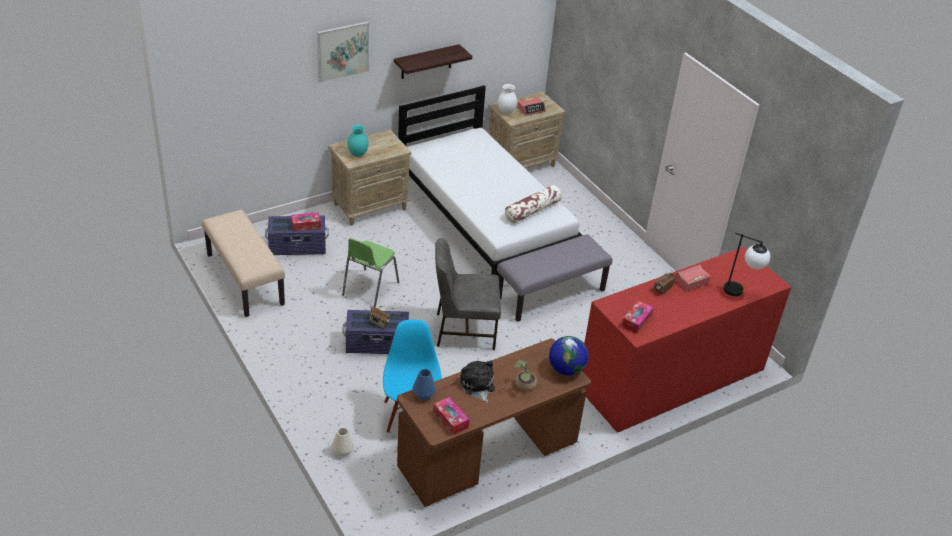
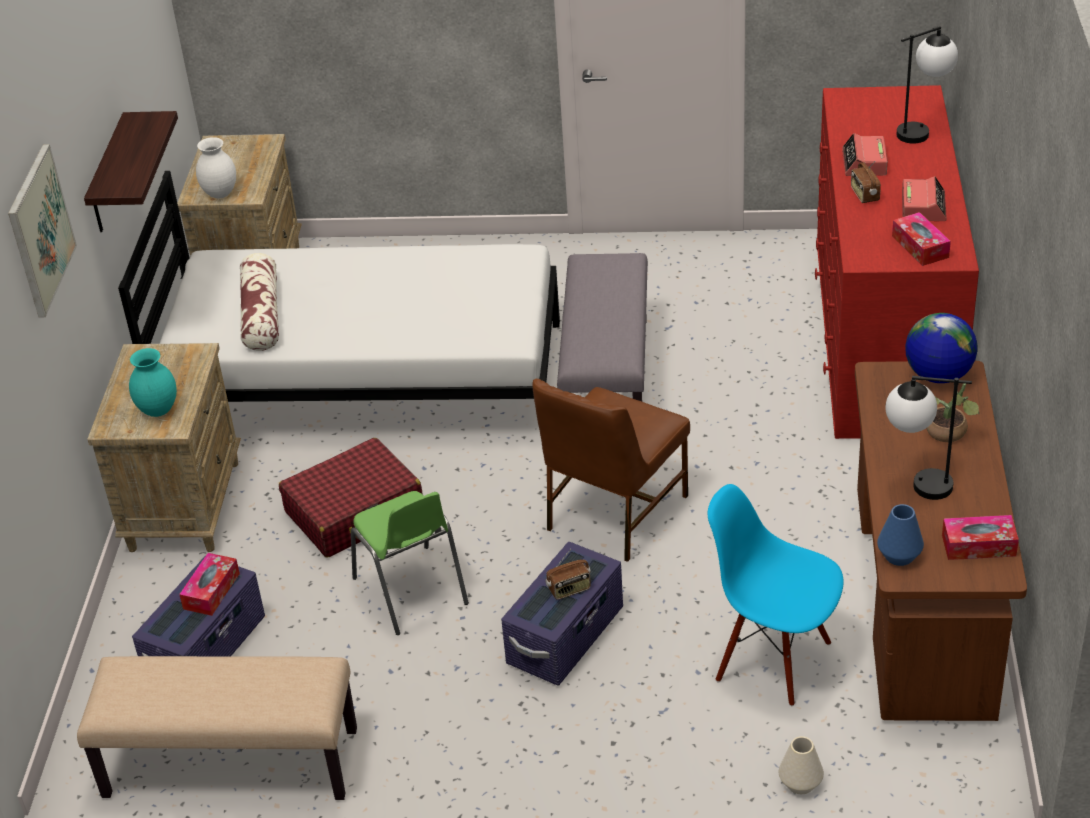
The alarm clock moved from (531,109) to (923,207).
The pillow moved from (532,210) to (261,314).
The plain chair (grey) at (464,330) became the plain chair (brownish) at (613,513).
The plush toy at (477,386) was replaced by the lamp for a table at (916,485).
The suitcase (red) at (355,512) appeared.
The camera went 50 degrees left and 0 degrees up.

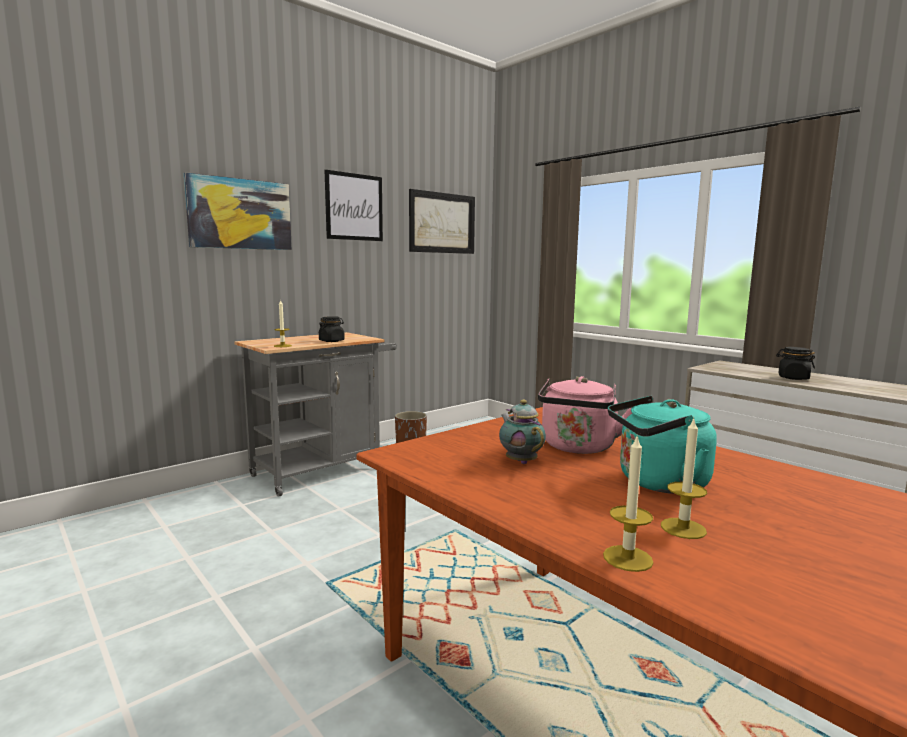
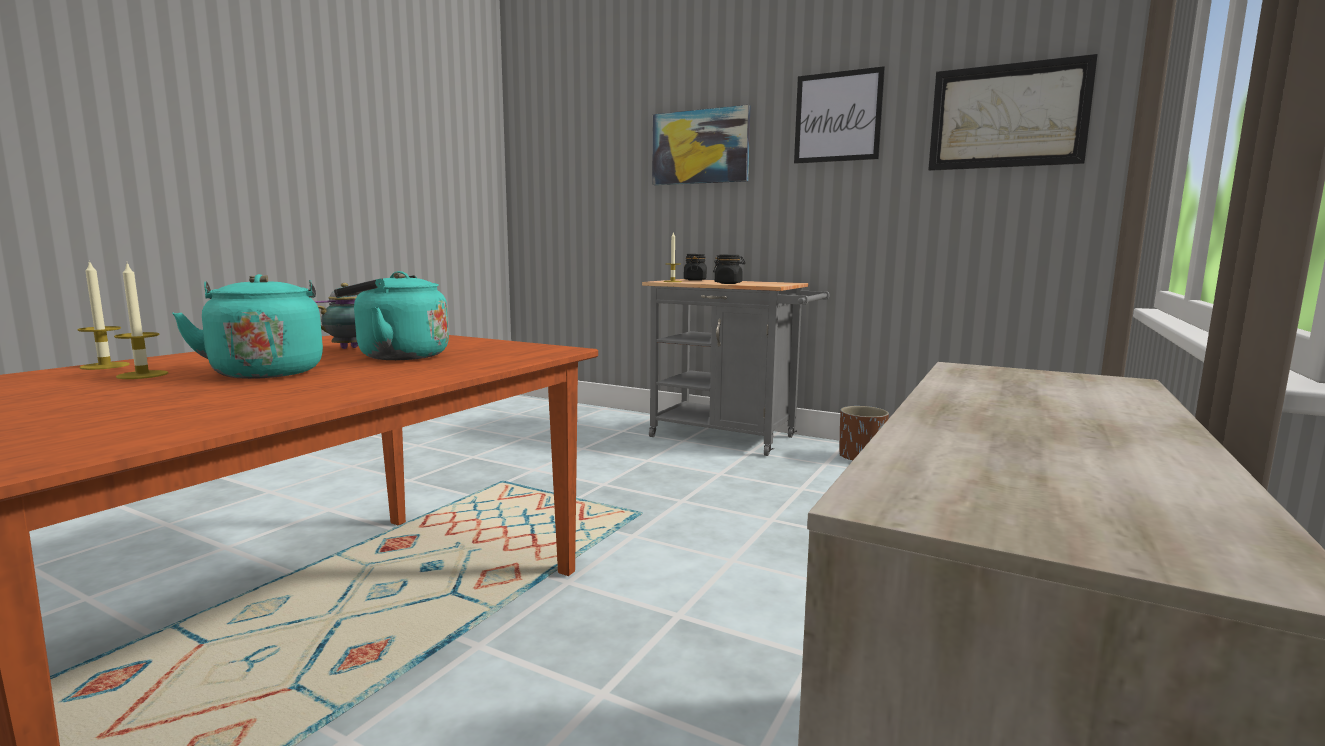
The preserve jar (black-coloured) moved from (793,378) to (695,280).
The kettle (pink-coloured) at (578,448) became the kettle (turquoise) at (397,356).
The camera went 70 degrees right and 0 degrees up.

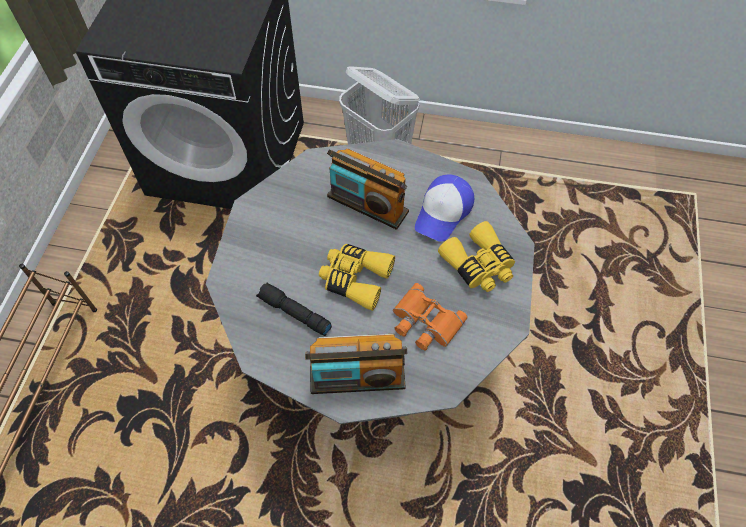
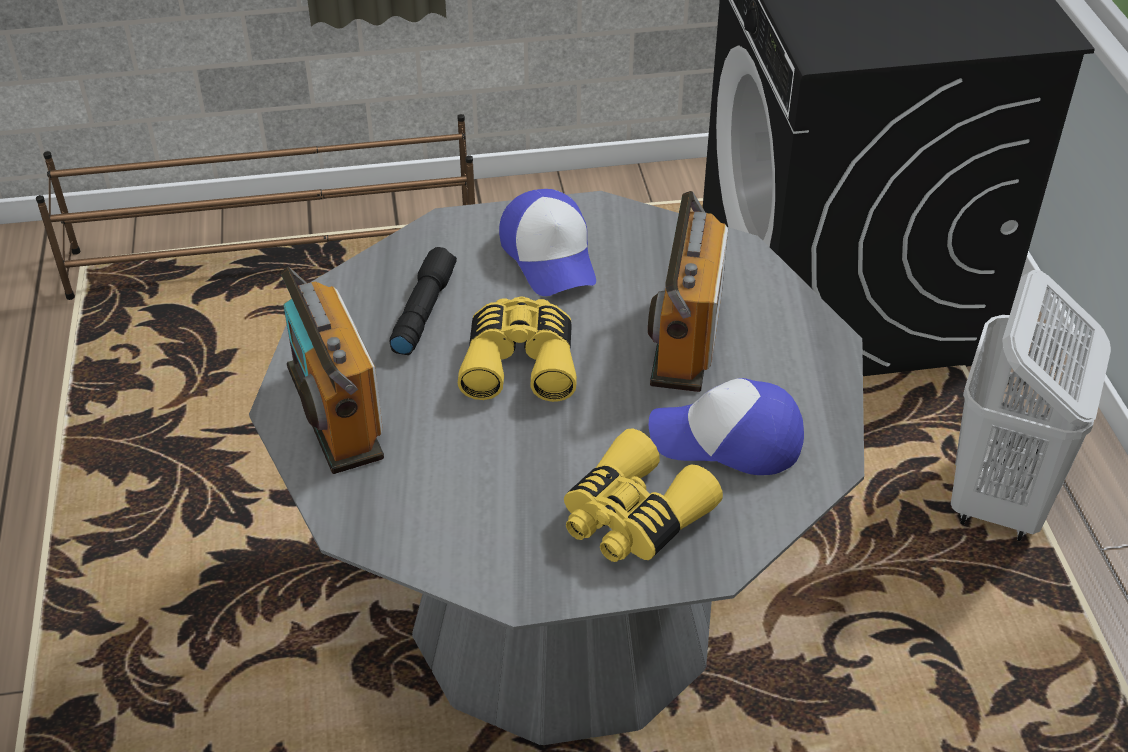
The field glasses (orange-coloured) at (424,322) disappeared.
The baseball cap at (550,256) appeared.
The camera went 70 degrees right and 15 degrees down.

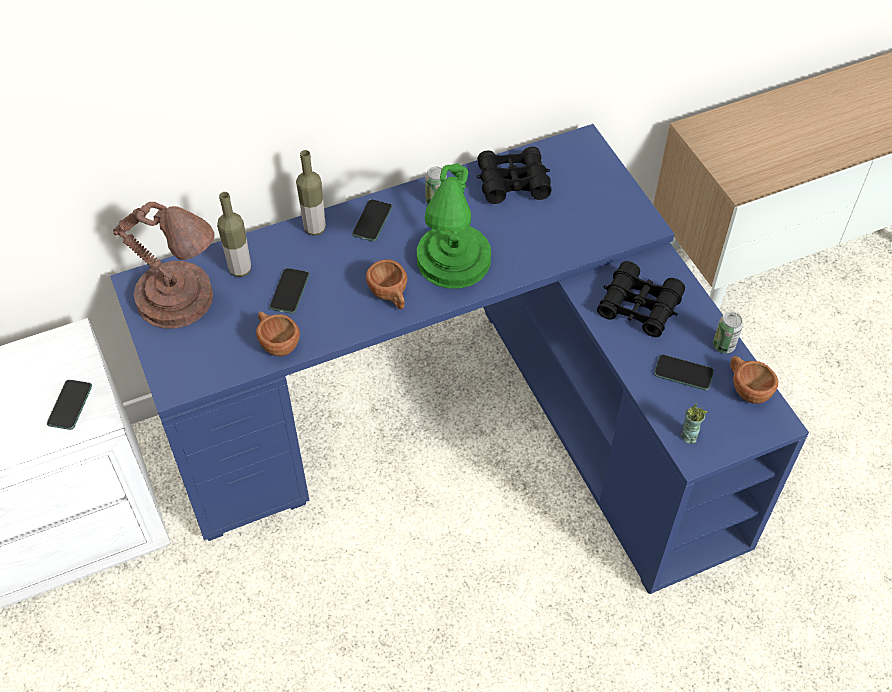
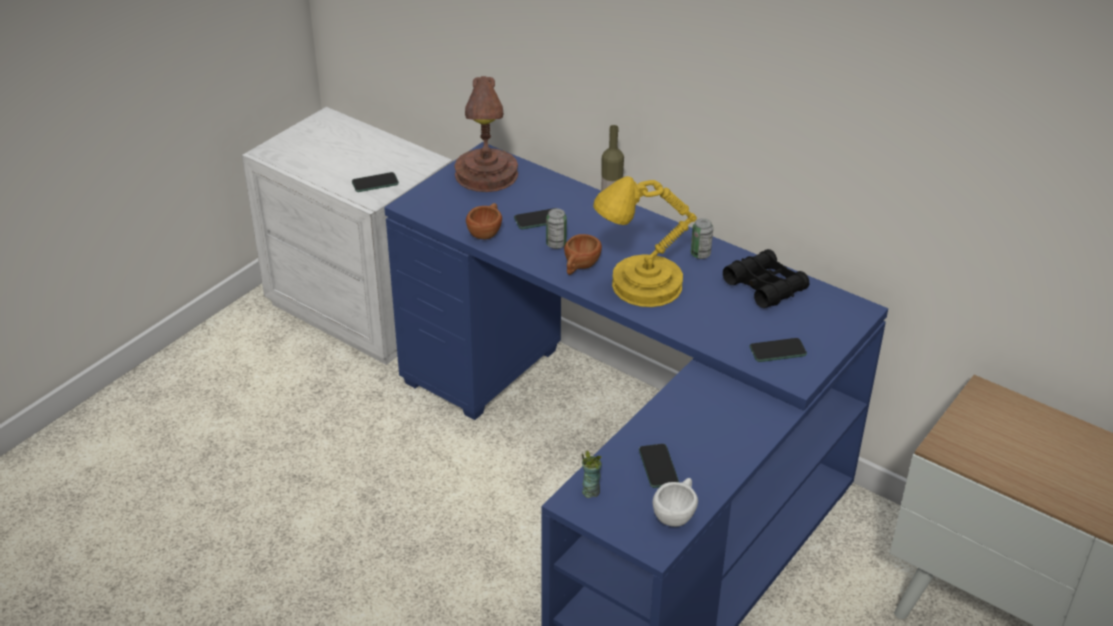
The lamp for a table (green-coloured) at (453,265) became the lamp for a table (yellowish) at (641,287).
The bottle at (240,269) disappeared.
The handset moved from (372,221) to (777,351).
The field glasses (black-coloured) at (639,306) disappeared.
The can moved from (723,345) to (556,244).
The cup (brownish) at (746,388) became the cup (white) at (676,513).
The camera went 60 degrees right and 15 degrees down.

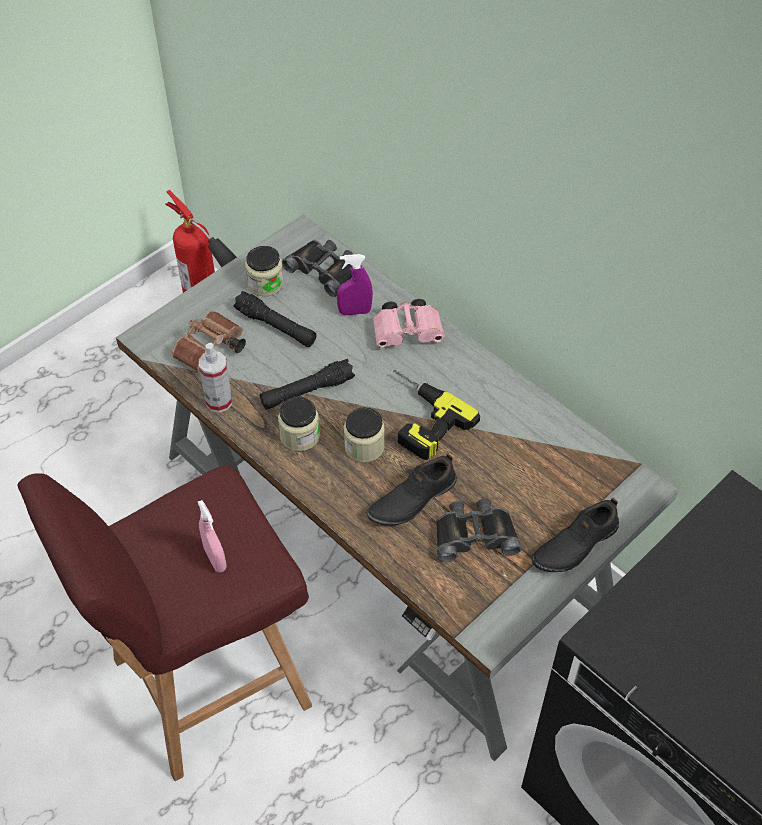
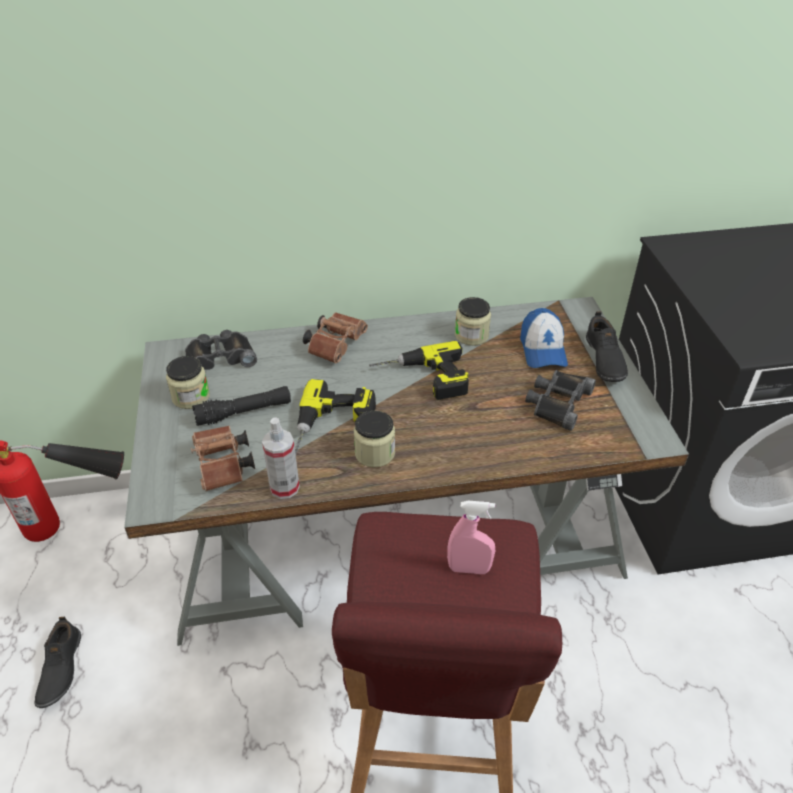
The sprayer (purple) at (355,312) disappeared.
The field glasses (pink-coloured) at (409,333) became the field glasses (brownish) at (336,345).
The torch (black-coloured) at (307,392) was replaced by the power drill at (333,427).
The preserve jar moved from (364,446) to (471,335).
The shoe (black-coloured) moved from (412,499) to (59,669).
The baseball cap at (542,350) appeared.
The camera went 55 degrees left and 10 degrees down.

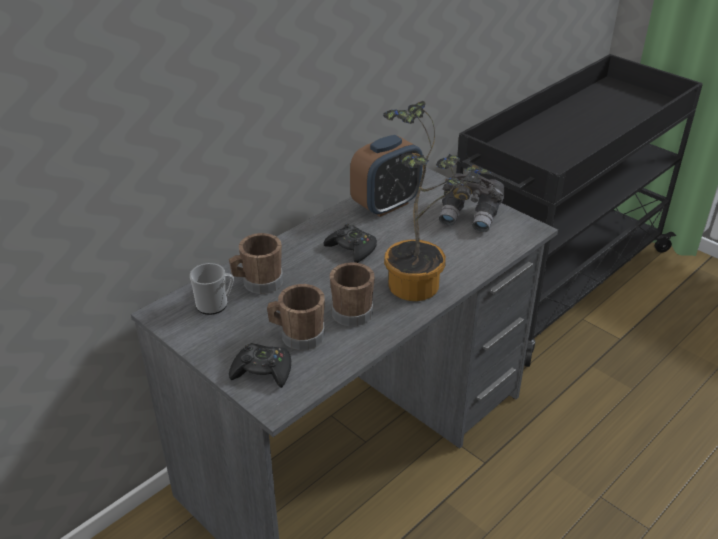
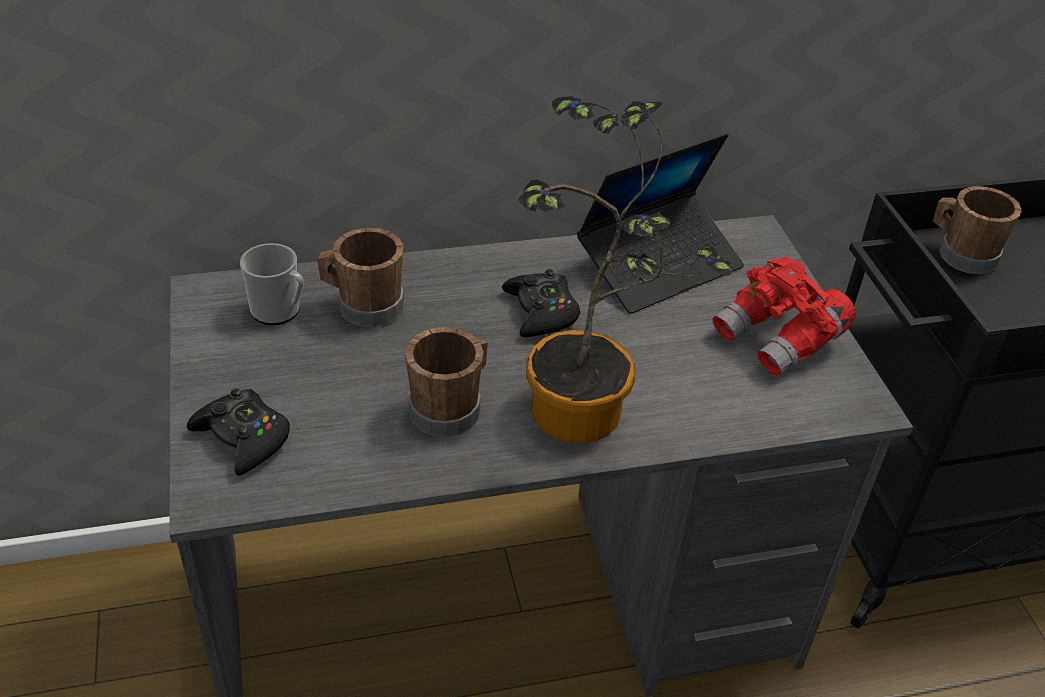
The alarm clock at (386,205) was replaced by the notebook computer at (659,264).
The field glasses (grey) at (470,216) became the field glasses (red) at (778,338).
The tea mug (brownish) moved from (298,336) to (961,254).
The camera went 30 degrees right and 5 degrees up.

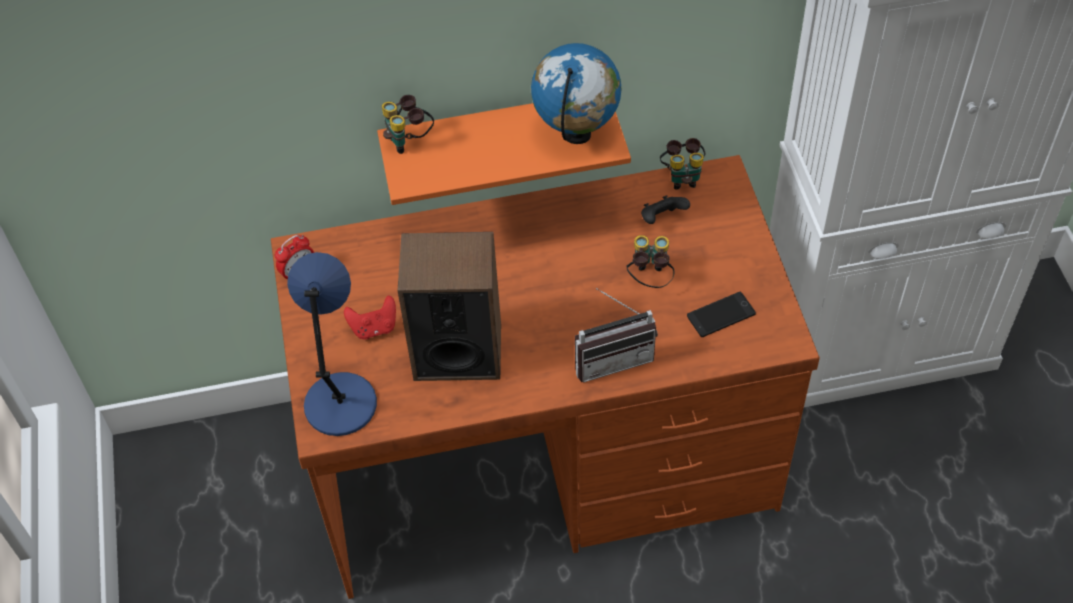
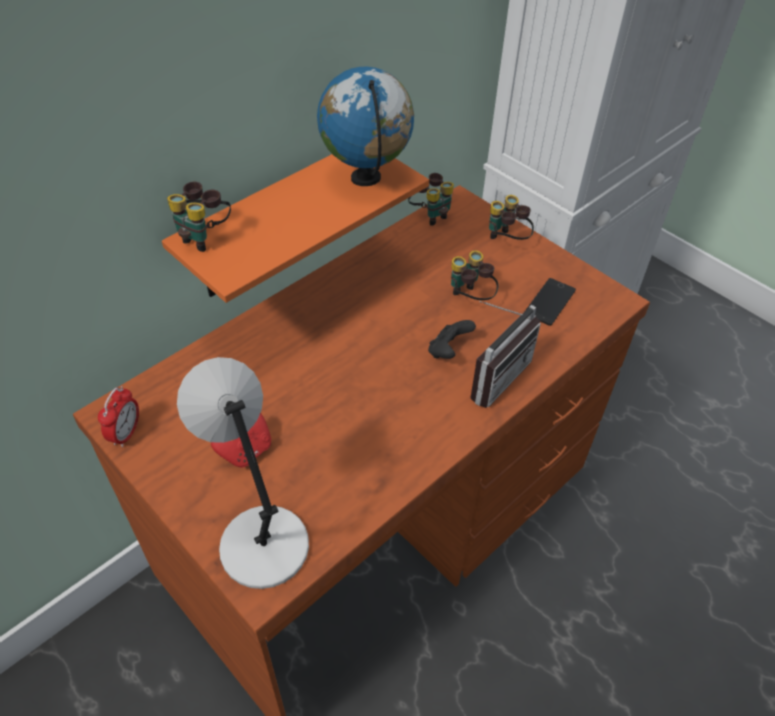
The joypad (black-coloured) moved from (662,219) to (448,351).
The audio speaker at (457,351) disappeared.
The lamp for a table (blue) at (340,401) became the lamp for a table (grey) at (261,542).
The field glasses at (506,241) appeared.
The camera went 35 degrees left and 5 degrees down.

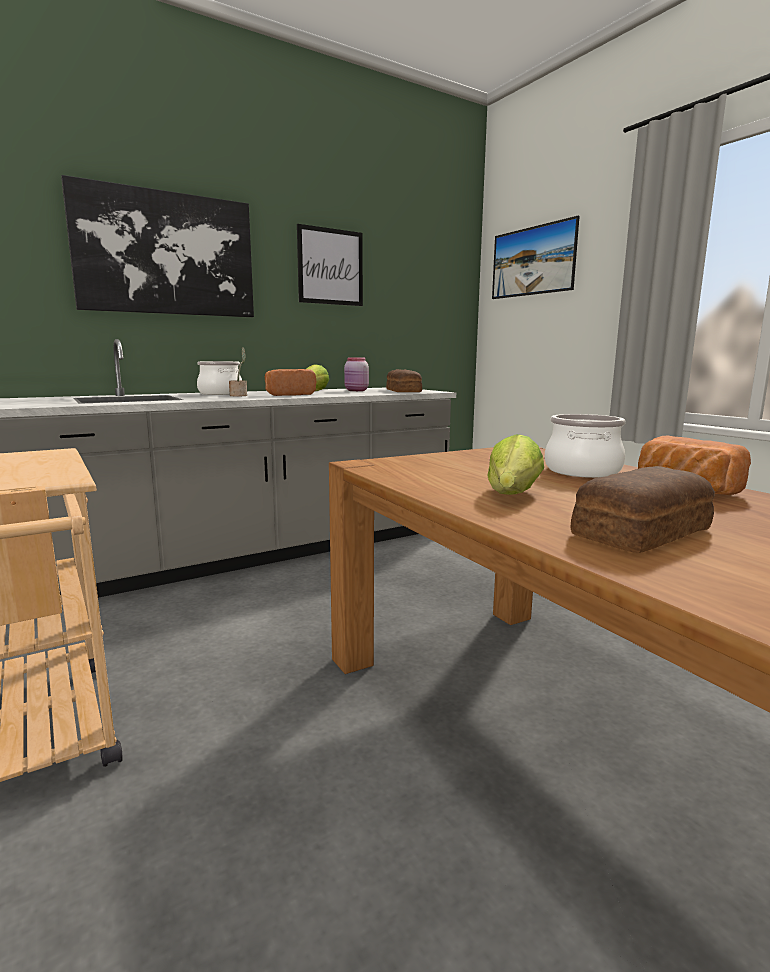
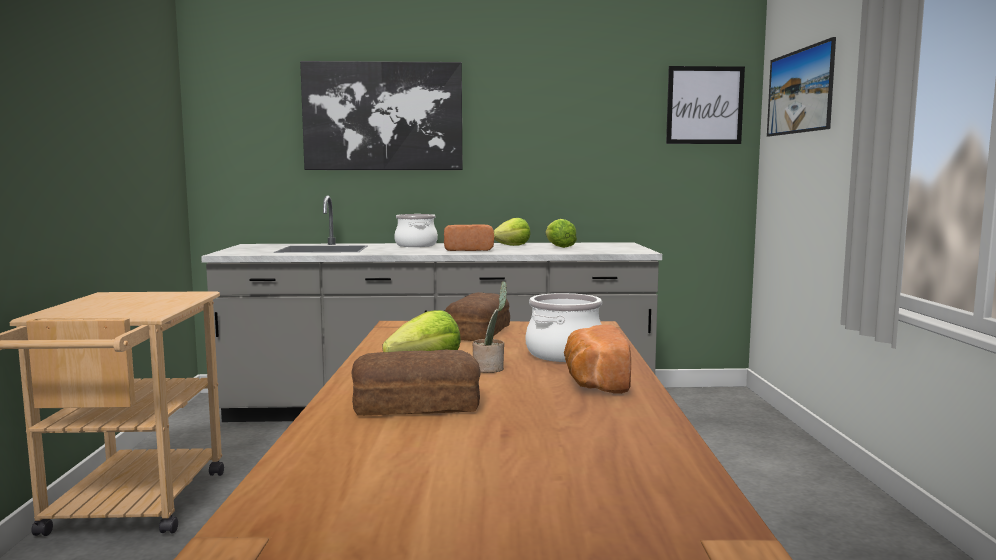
The picture moved from (330,267) to (704,105).
The plant in a pot moved from (239,395) to (490,368).
The preserve jar (pink-coloured) at (356,390) was replaced by the head of lettuce at (559,246).
The bakery bread moved from (402,391) to (475,332).
The camera went 30 degrees right and 5 degrees down.

